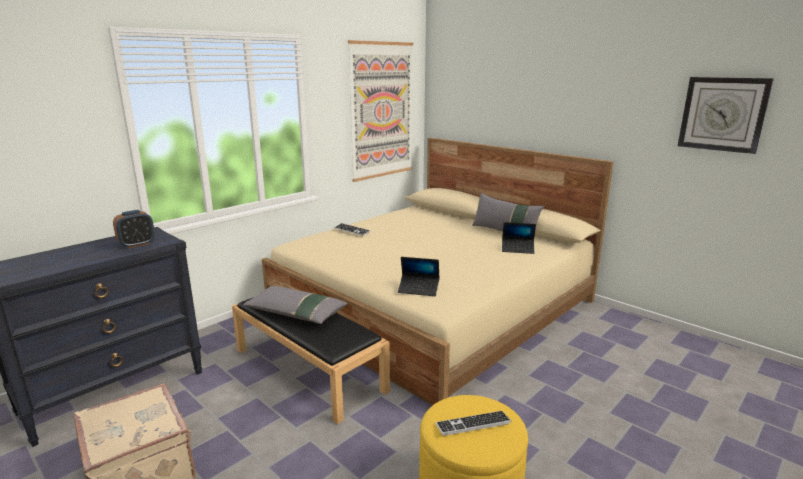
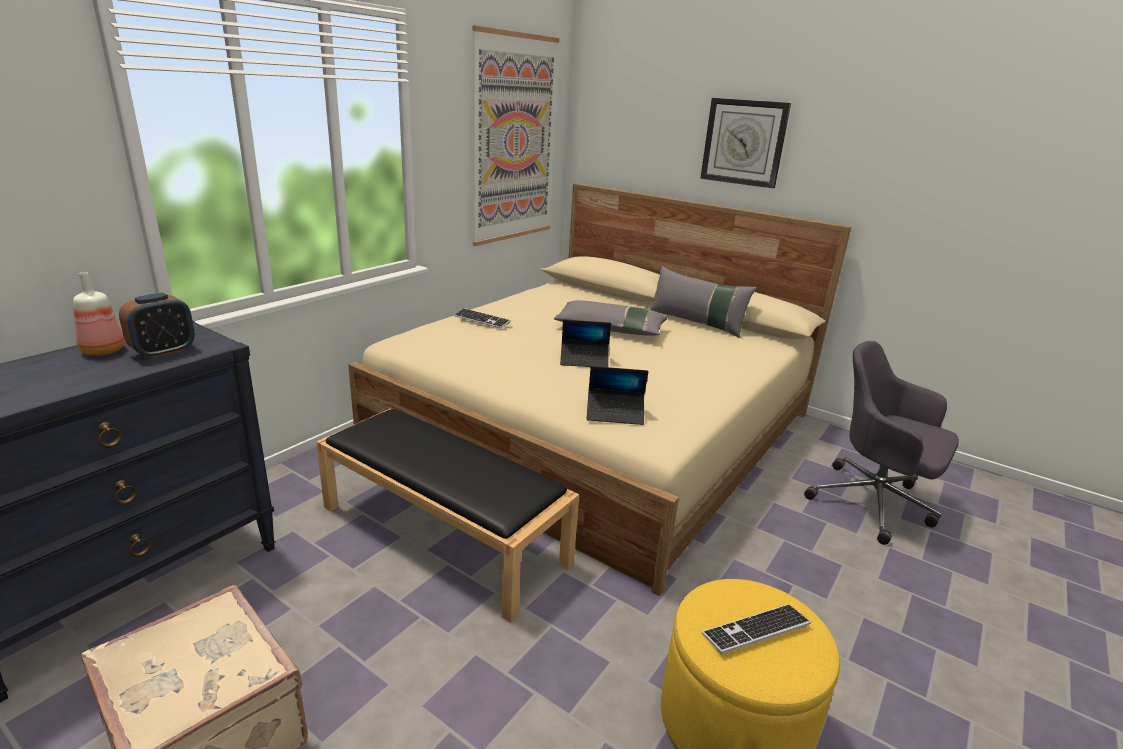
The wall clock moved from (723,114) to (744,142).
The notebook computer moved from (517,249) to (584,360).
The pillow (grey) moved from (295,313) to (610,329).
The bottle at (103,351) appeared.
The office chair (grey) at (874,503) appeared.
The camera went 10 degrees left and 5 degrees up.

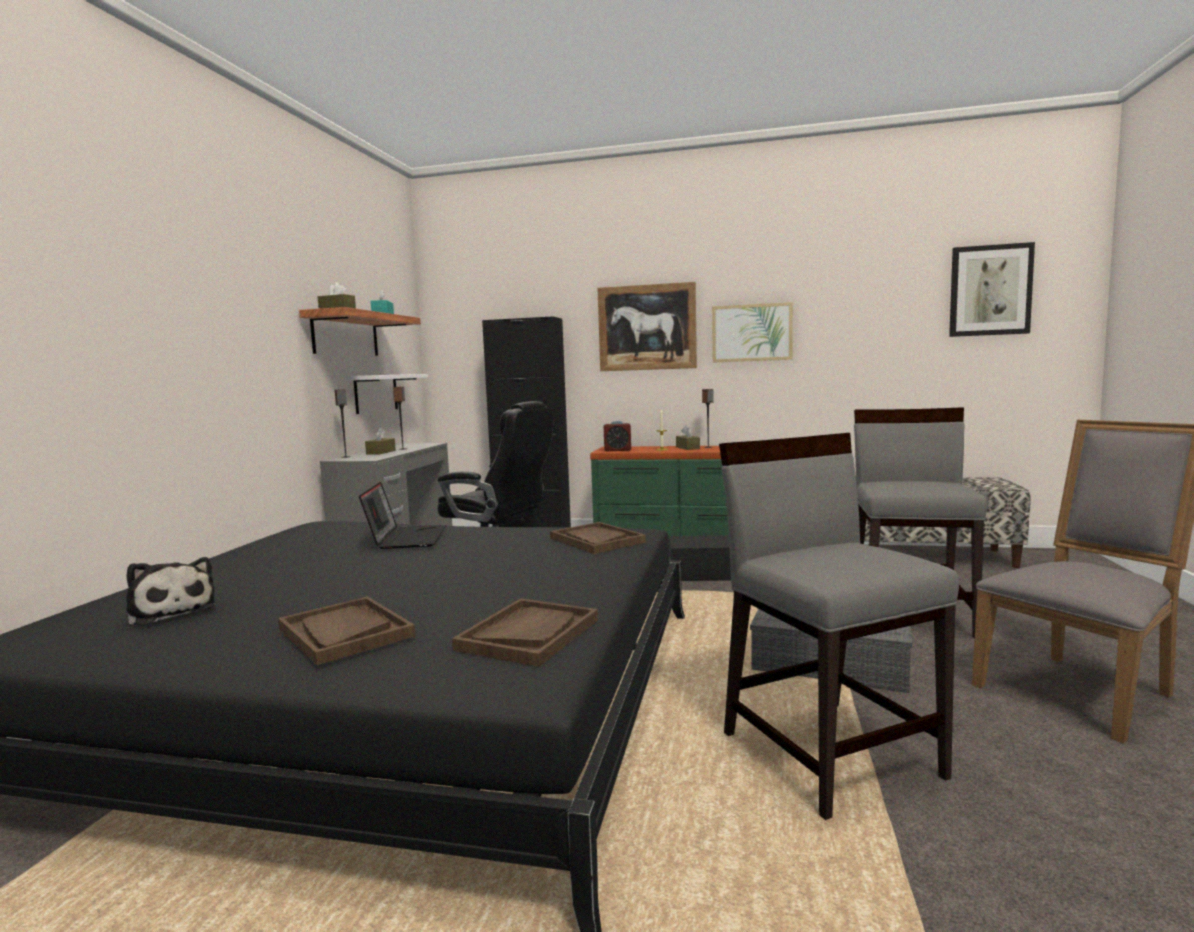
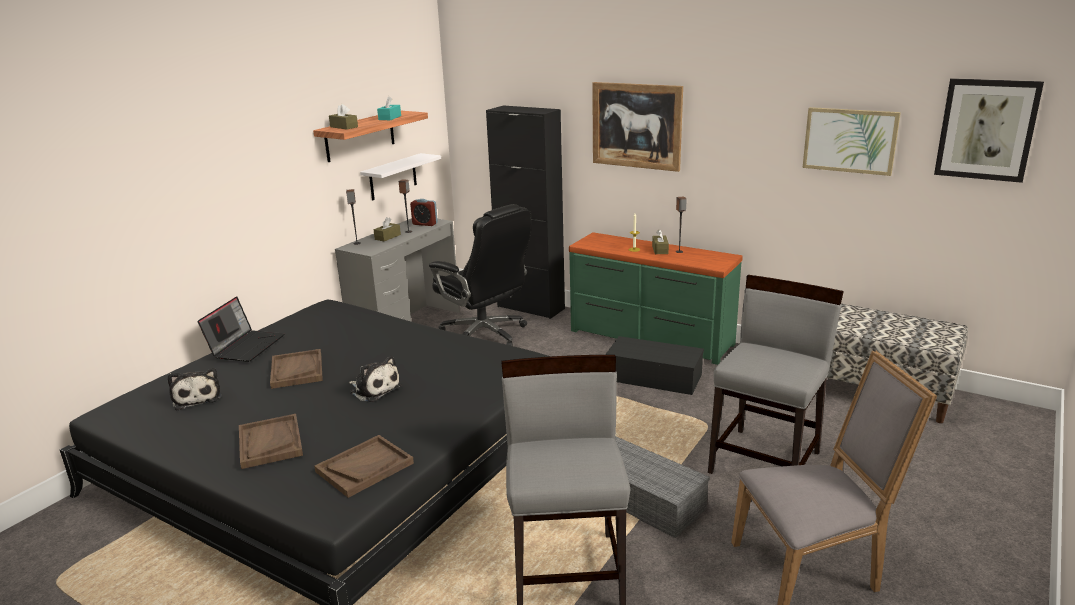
The picture moved from (751,333) to (850,140).
The alarm clock moved from (617,450) to (425,224).
The notebook computer moved from (406,538) to (246,346).
The serving tray (brownish) moved from (596,540) to (297,370).
The plush toy at (374,389) appeared.
The camera went 20 degrees right and 15 degrees up.

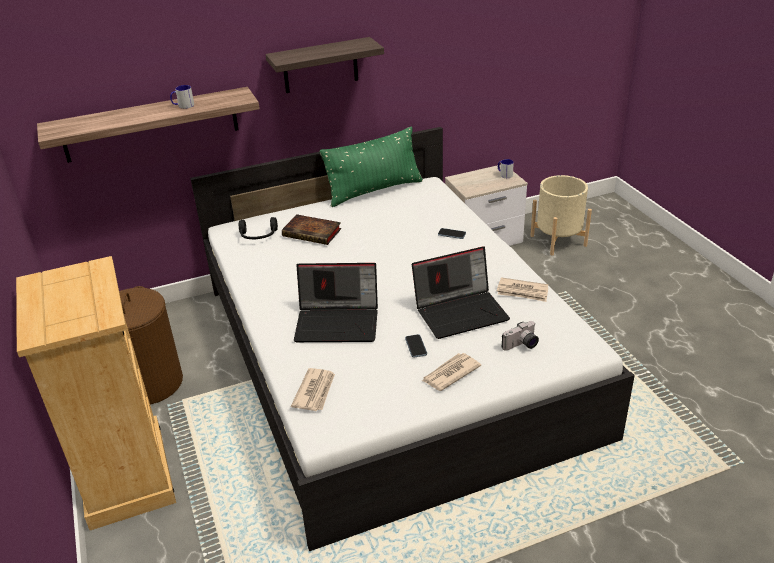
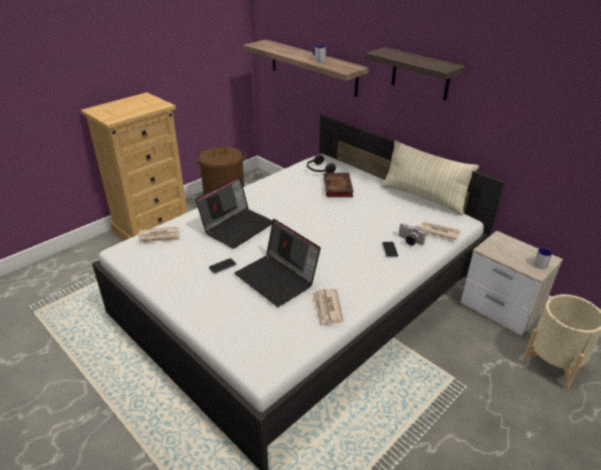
The pillow (green-coloured) at (374,191) became the pillow (beige) at (423,198).
The notebook computer at (338,322) turned 120 degrees counterclockwise.
The still camera moved from (521,345) to (409,241).
The printed paper moved from (450,373) to (438,231).
The camera went 65 degrees right and 0 degrees up.

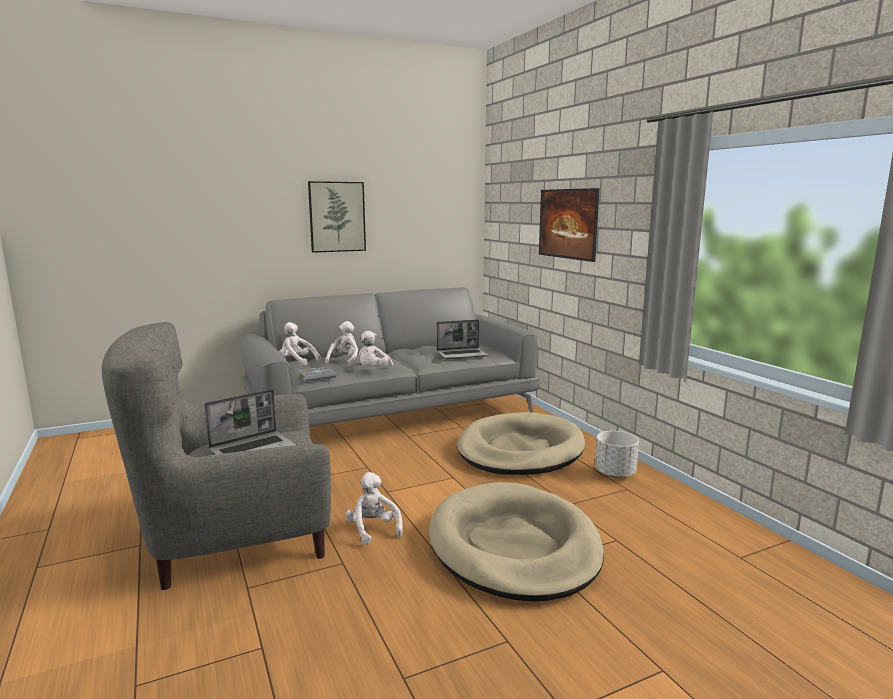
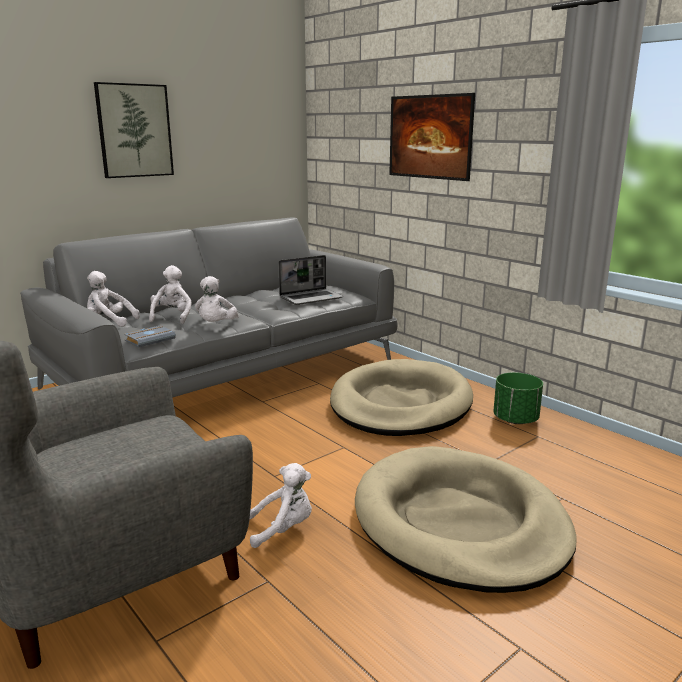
The notebook computer at (253,449) disappeared.
The flower pot (white) at (615,473) became the flower pot (green-coloured) at (515,420).
The plush toy (white) at (373,530) turned 120 degrees clockwise.
The camera went 15 degrees left and 5 degrees up.

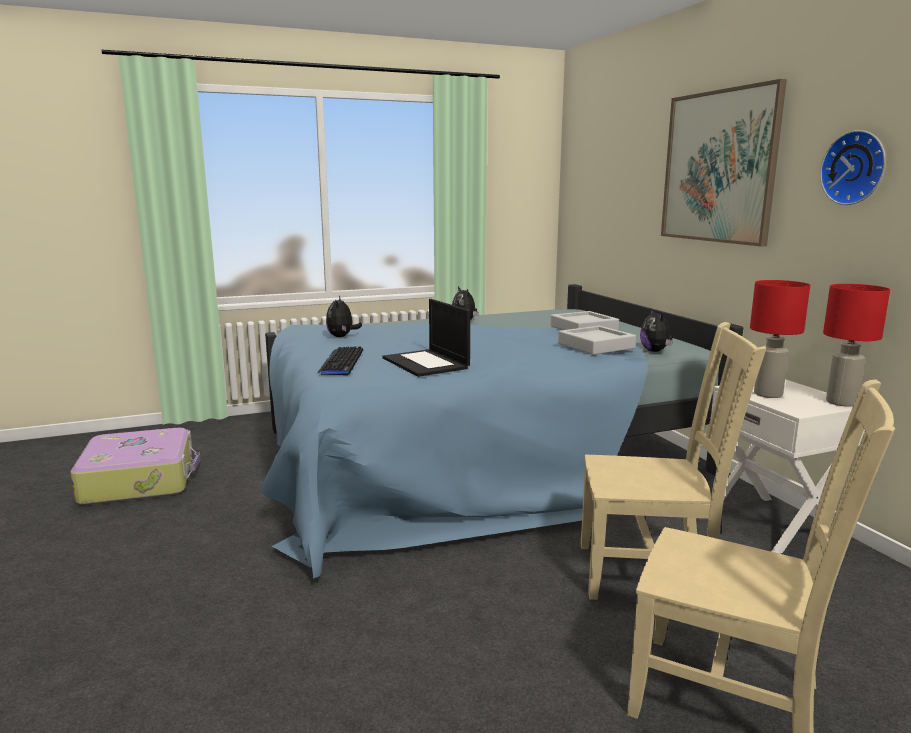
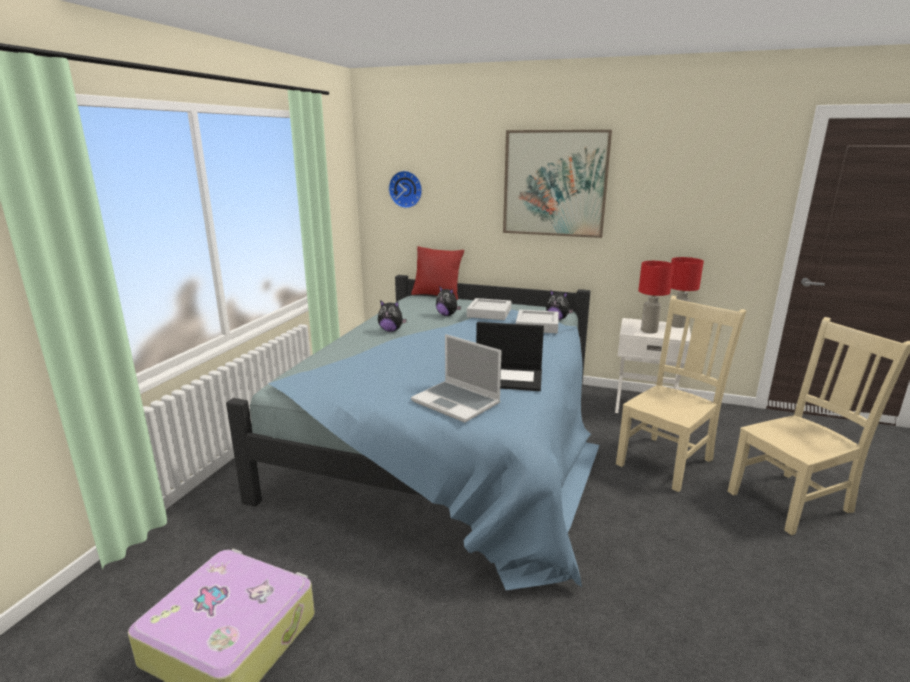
The wall clock moved from (855,168) to (406,189).
The plush toy moved from (342,337) to (447,315).
The computer keyboard at (341,362) was replaced by the notebook computer at (457,402).
The pillow (red) at (437,295) appeared.
The camera went 50 degrees left and 5 degrees up.

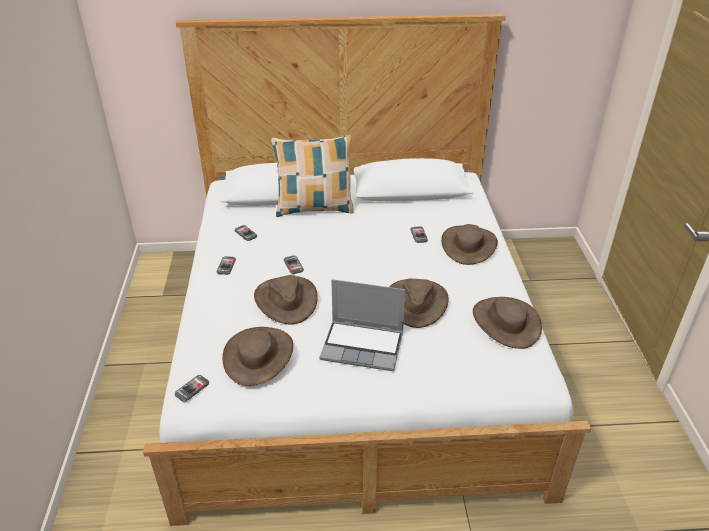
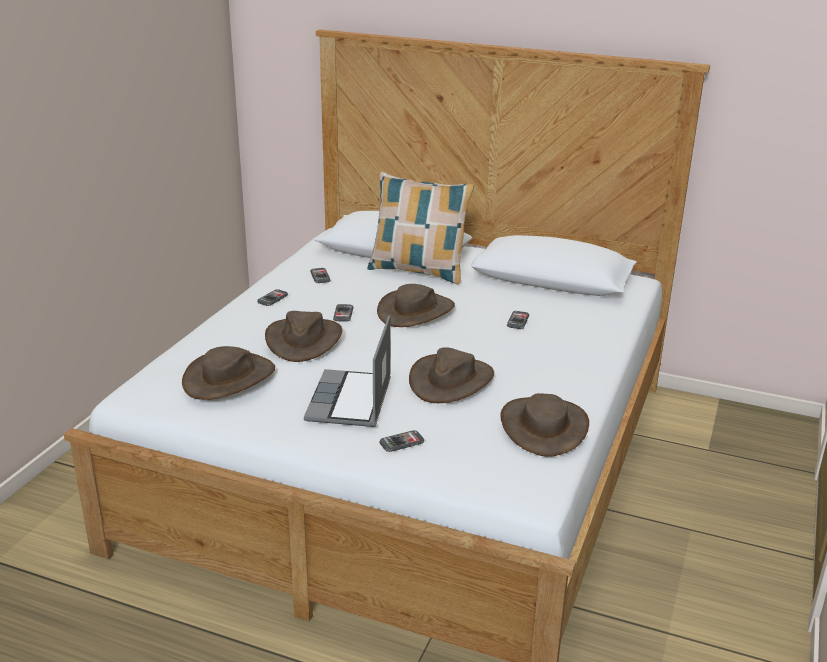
The clothing hat (brownish) moved from (469,245) to (416,311).
The notebook computer at (363,346) turned 60 degrees clockwise.
The handset moved from (192,389) to (401,442).
The camera went 25 degrees right and 10 degrees down.

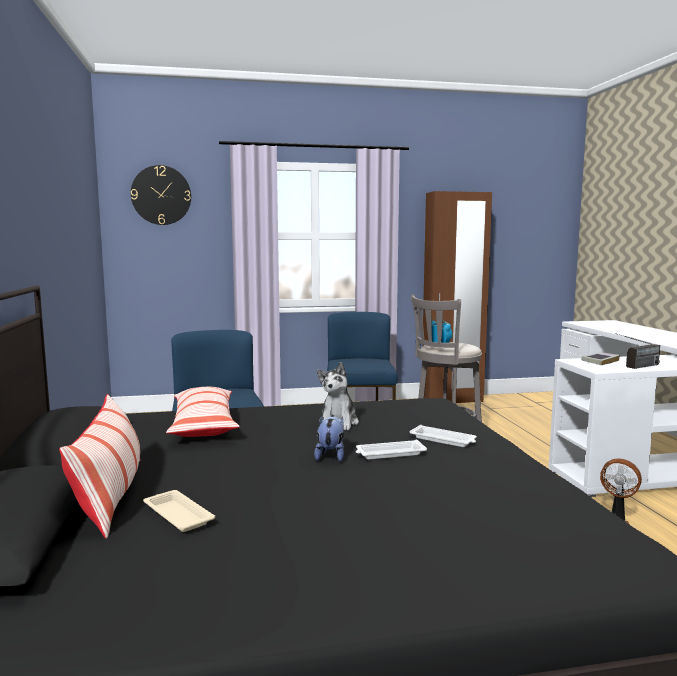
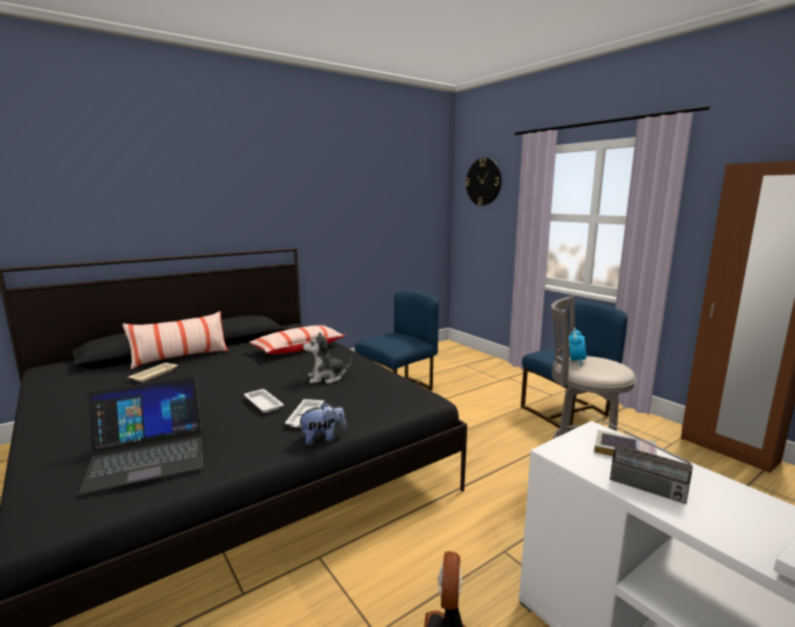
The plush toy moved from (330,456) to (322,438).
The notebook computer at (147,455) appeared.
The camera went 65 degrees right and 5 degrees up.

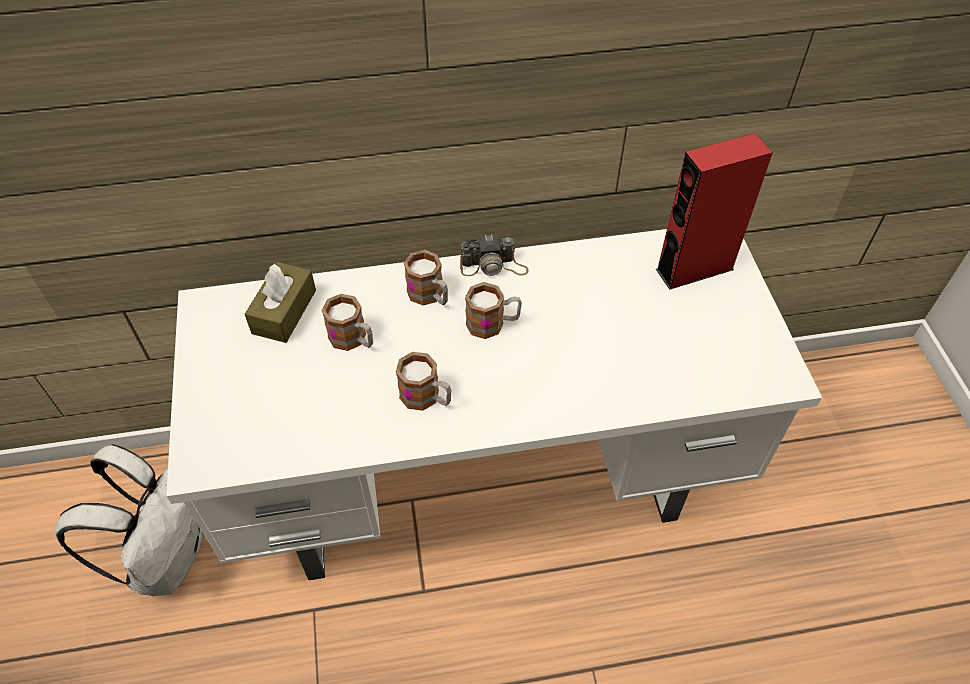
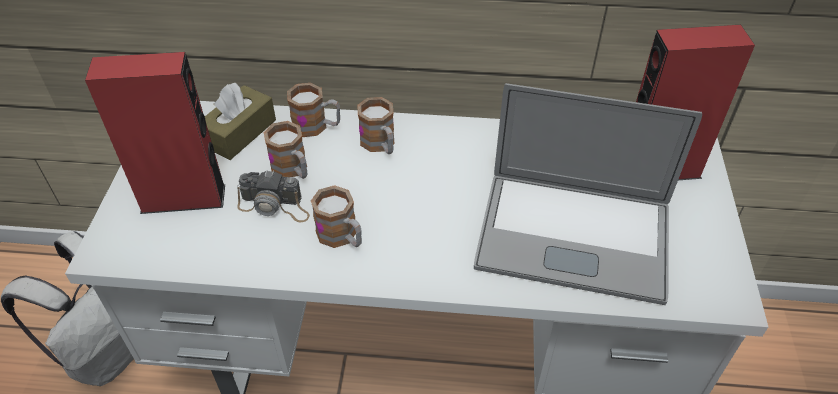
The still camera moved from (493,266) to (275,206).
The tea mug moved from (493,323) to (317,126).
The audio speaker (red) at (183,198) appeared.
The notebook computer at (573,236) appeared.
The camera went 15 degrees right and 5 degrees down.

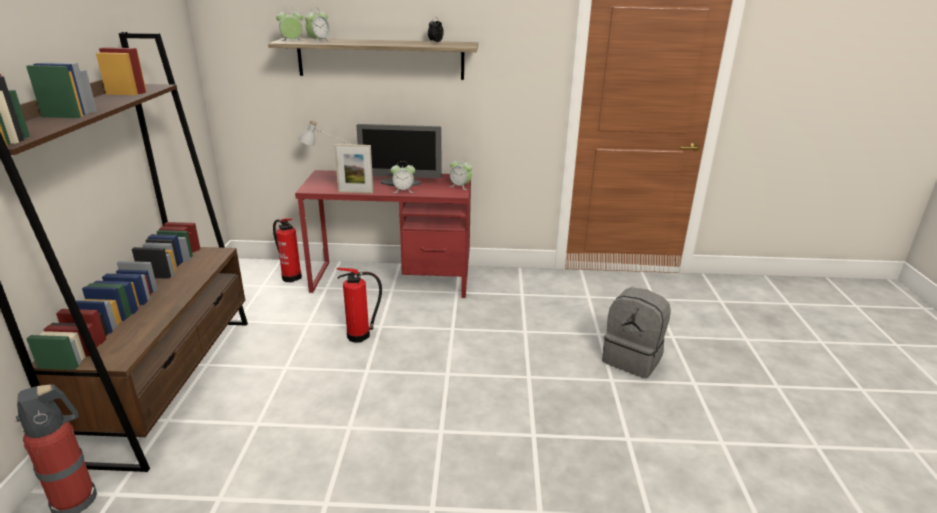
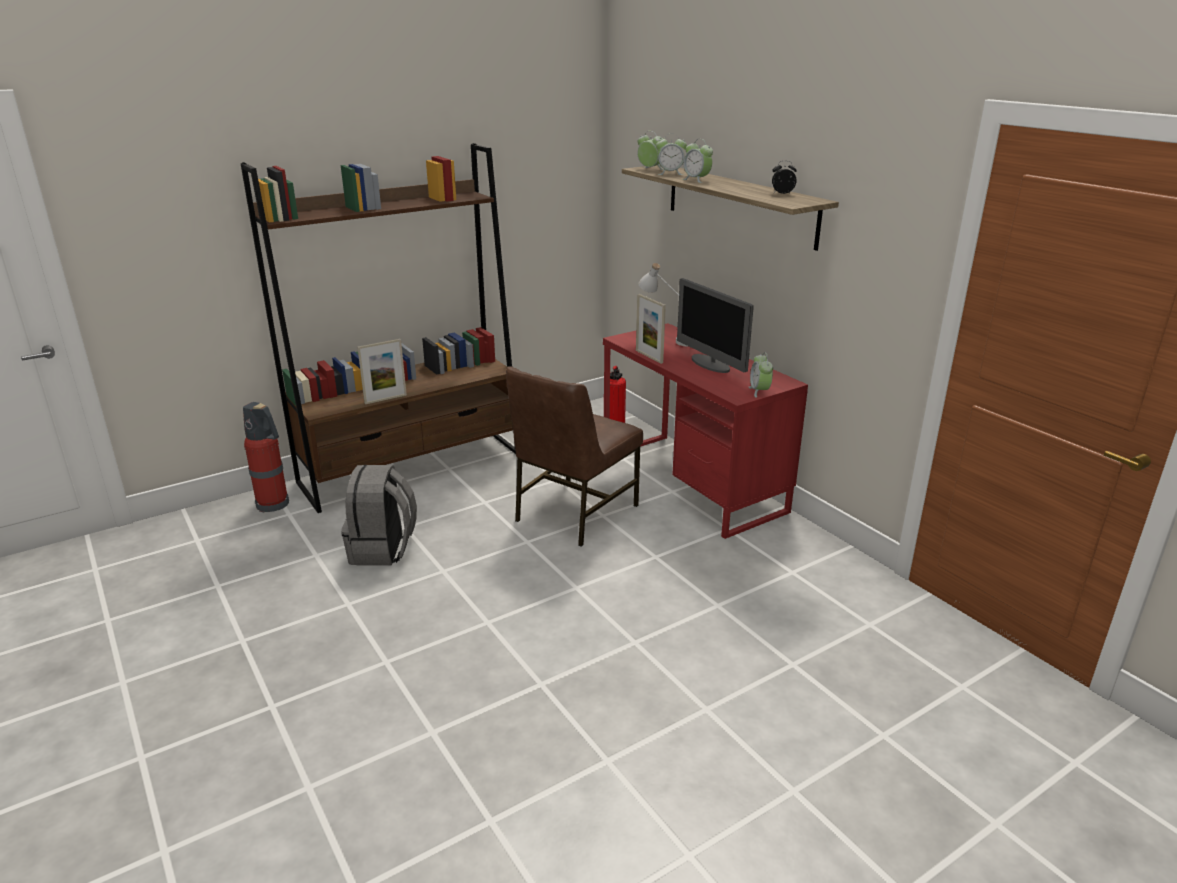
The alarm clock moved from (403,190) to (696,180).
The fire extinguisher at (361,335) was replaced by the plain chair (brownish) at (574,513).
The backpack (grey) moved from (633,359) to (382,550).
The picture frame at (385,399) appeared.
The camera went 55 degrees right and 0 degrees up.

